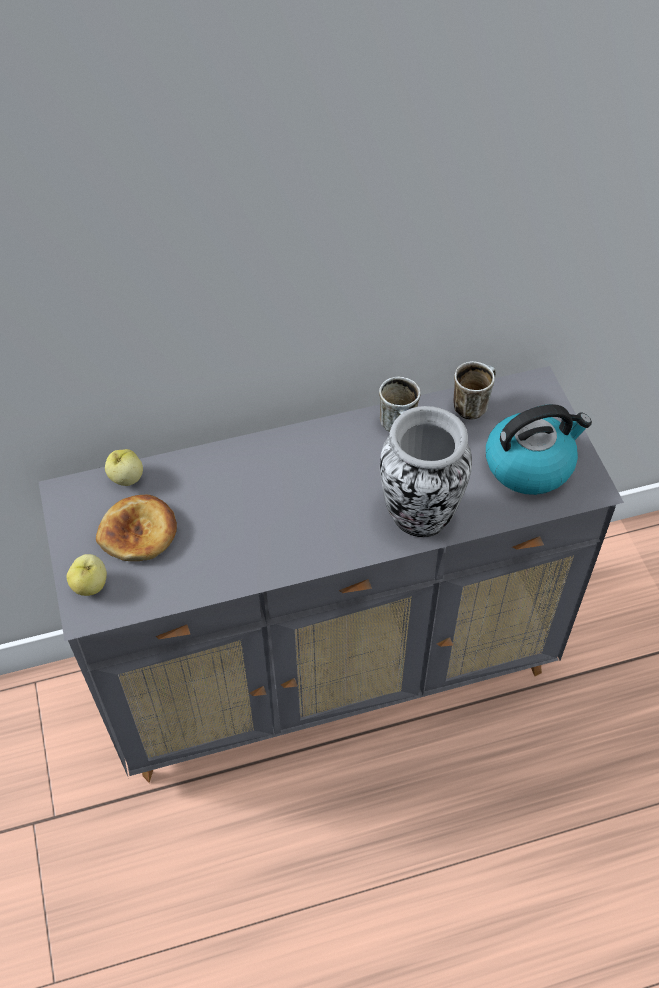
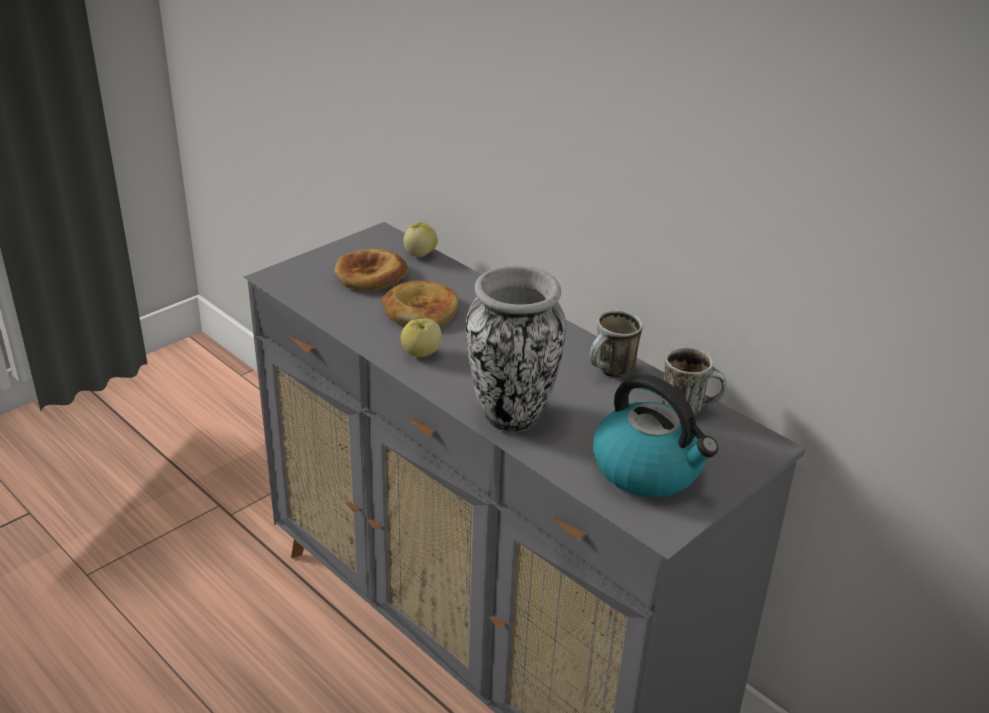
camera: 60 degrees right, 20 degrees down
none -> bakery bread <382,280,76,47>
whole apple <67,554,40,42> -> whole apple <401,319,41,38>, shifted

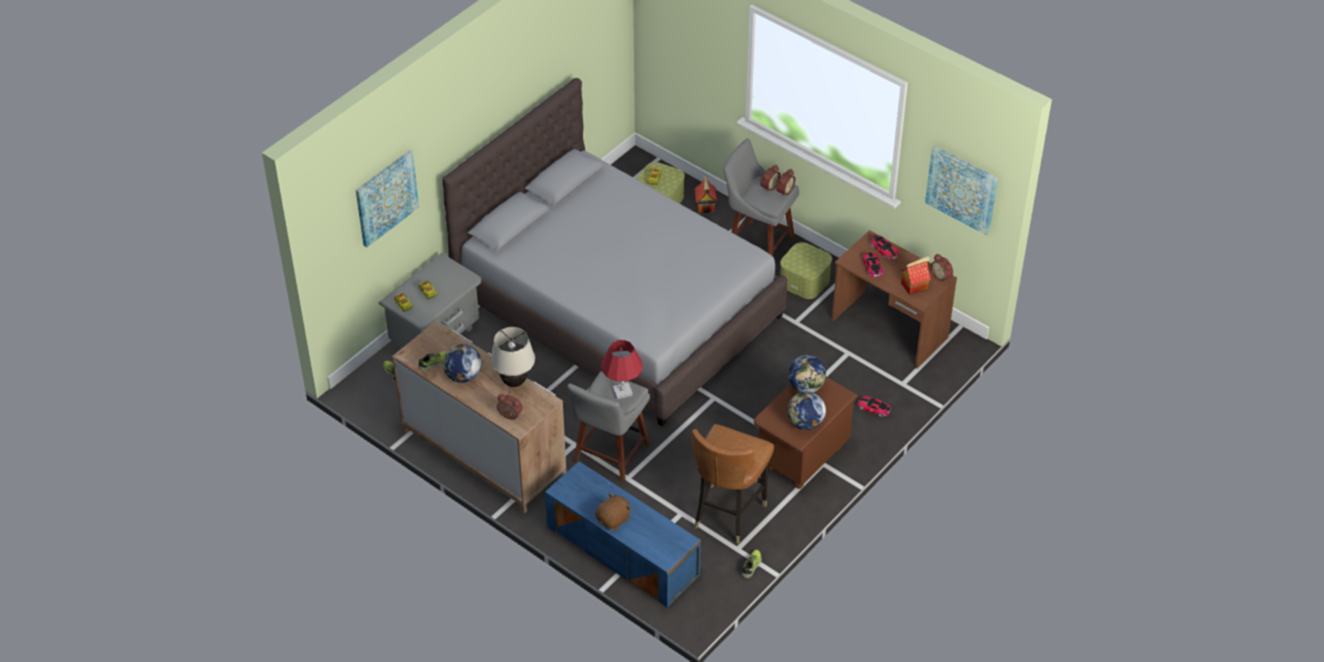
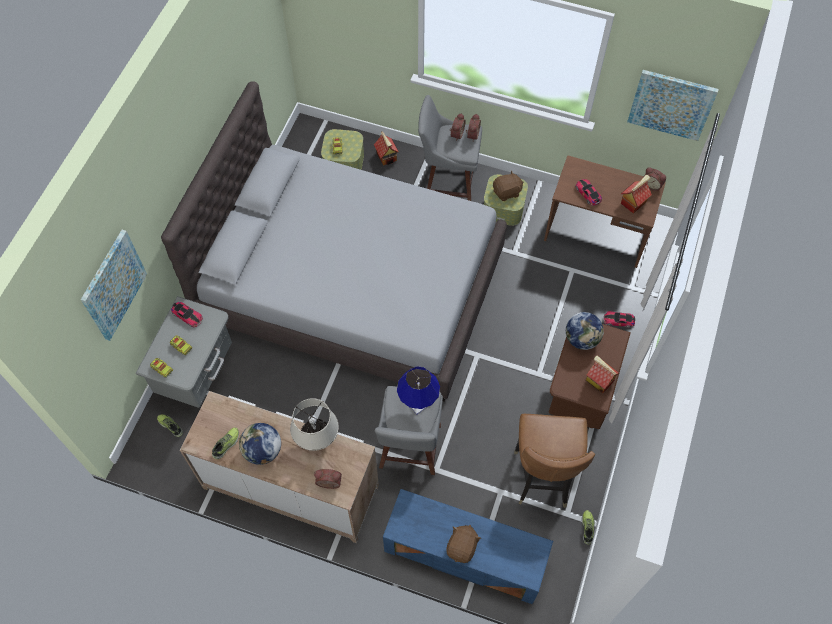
camera: 20 degrees left, 15 degrees up
miniature car <870,235,29,25> -> miniature car <171,302,32,25>, shifted
red-coloured tabletop lamp <601,340,42,59> -> blue tabletop lamp <397,366,43,48>
none -> brownish soft toy <493,170,31,31>
desk globe <787,392,39,38> -> toy house <586,355,33,38>

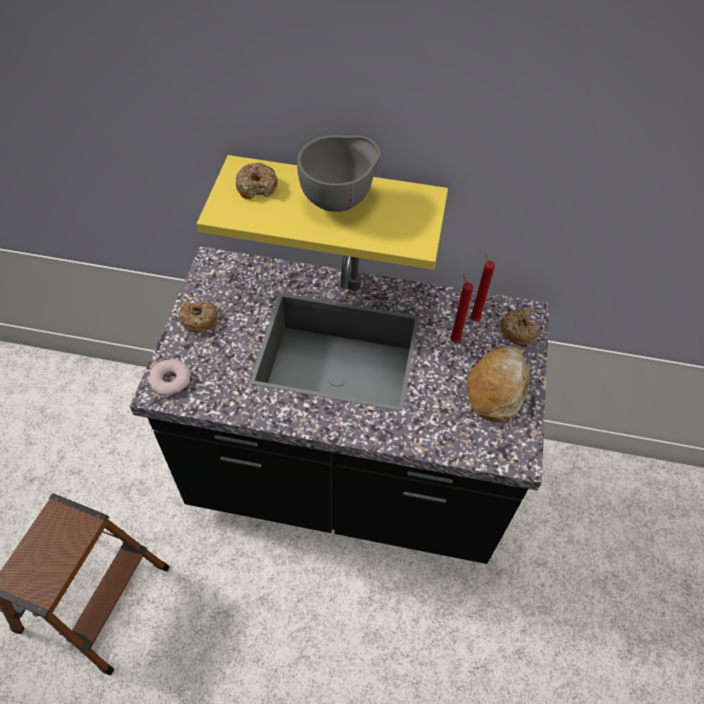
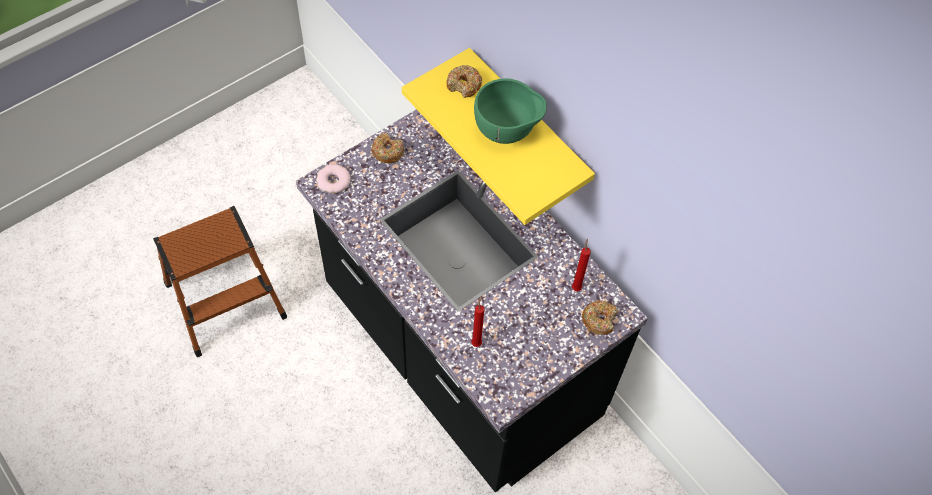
camera: 40 degrees right, 5 degrees up
red-coloured candle <450,273,23,69> -> red-coloured candle <471,296,13,51>, shifted
greyish deep dish <297,135,84,77> -> green deep dish <474,79,73,65>
bakery bread <466,346,64,76> -> none

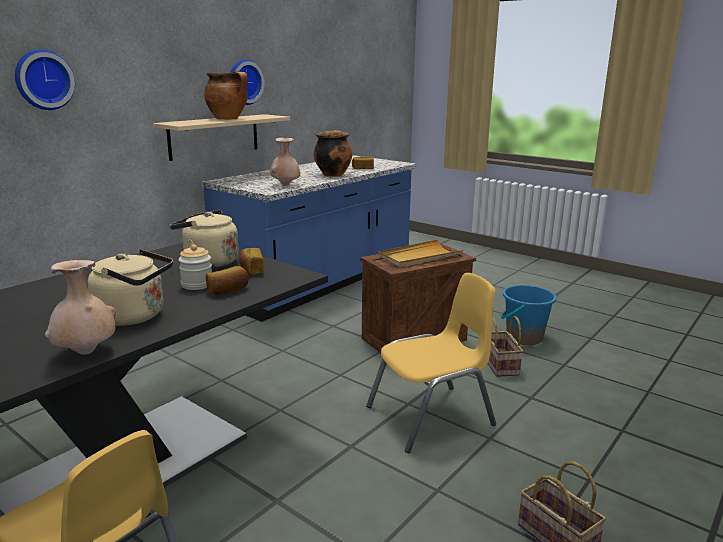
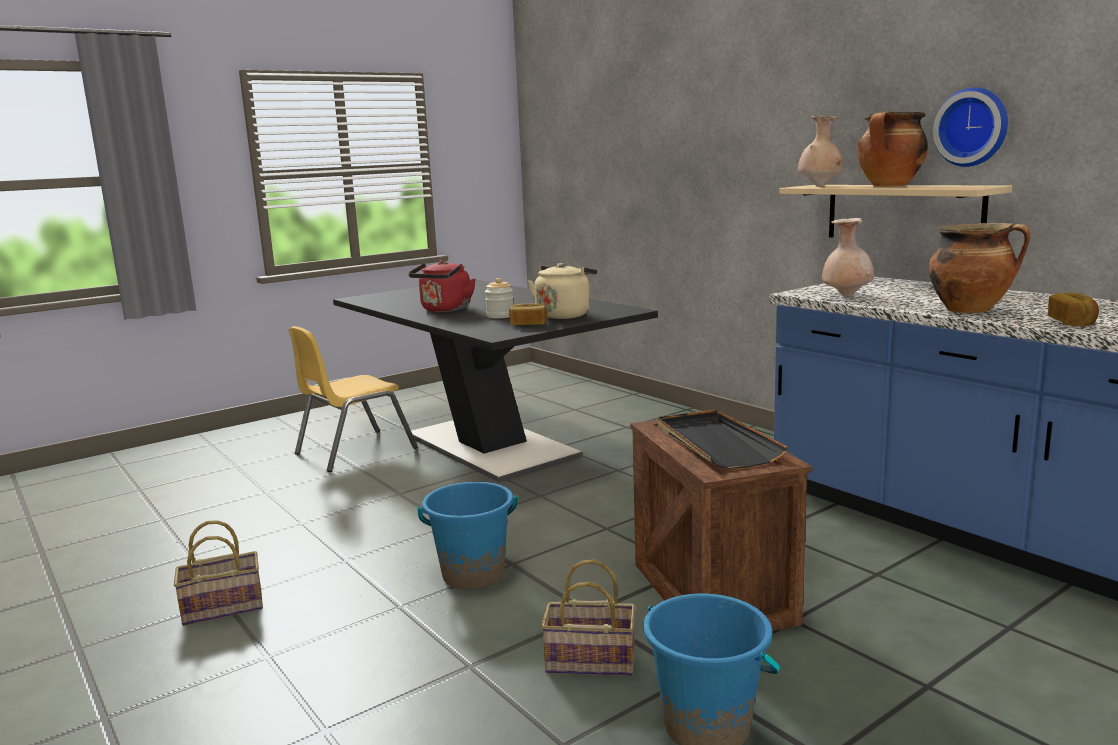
camera: 105 degrees right, 5 degrees down
sand-coloured tea kettle <88,249,85,77> -> red-coloured tea kettle <408,260,68,52>
yellowish plain chair <366,273,130,180> -> blue bucket <417,482,101,107>
sand-coloured tray <379,239,84,29> -> blackish tray <658,410,130,59>
sand-coloured vase <45,260,71,95> -> sand-coloured vase <798,116,46,71>, shifted
hanging clock <15,49,60,61> -> none
bakery bread <206,266,43,29> -> none

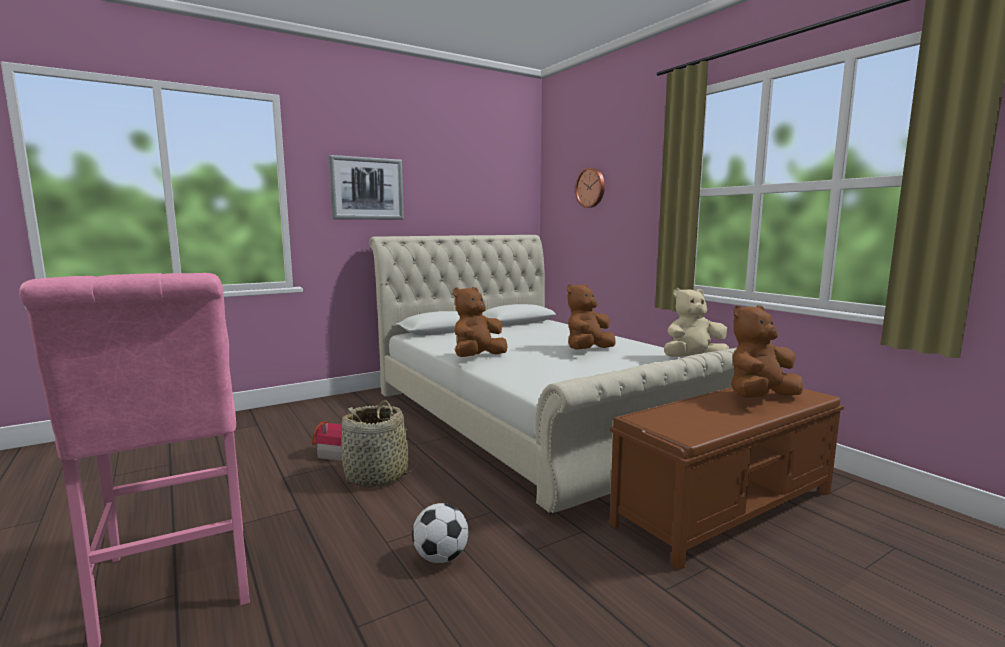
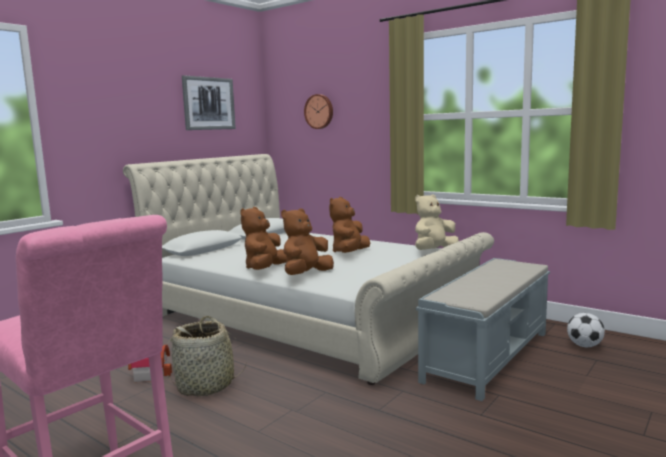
camera: 20 degrees left, 0 degrees up
wall art <328,155,76,65> -> wall art <182,75,54,55>, shifted
brownish soft toy <731,305,72,93> -> brownish soft toy <281,208,53,67>, shifted
brownish long seat <609,387,235,183> -> greyish long seat <416,258,134,143>
football ball <412,503,56,60> -> football ball <567,313,38,34>, shifted

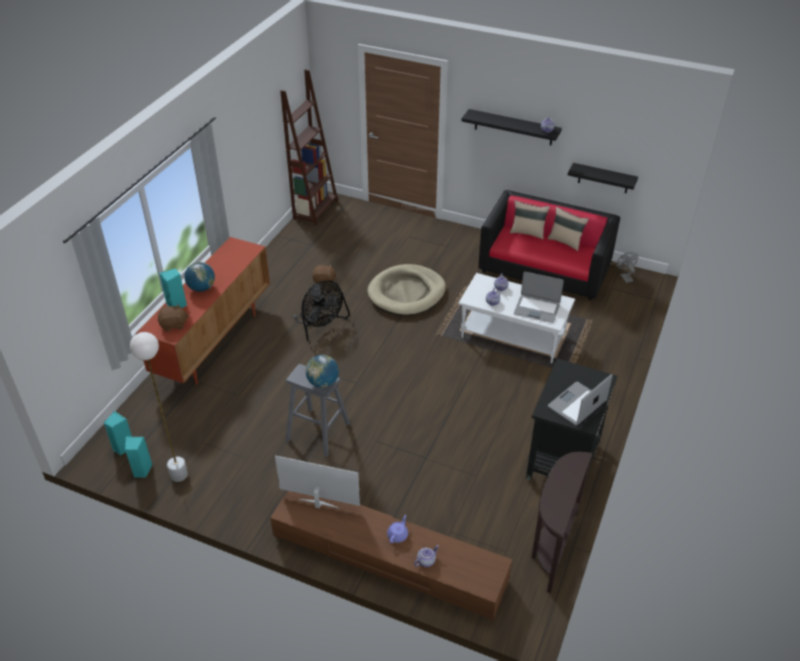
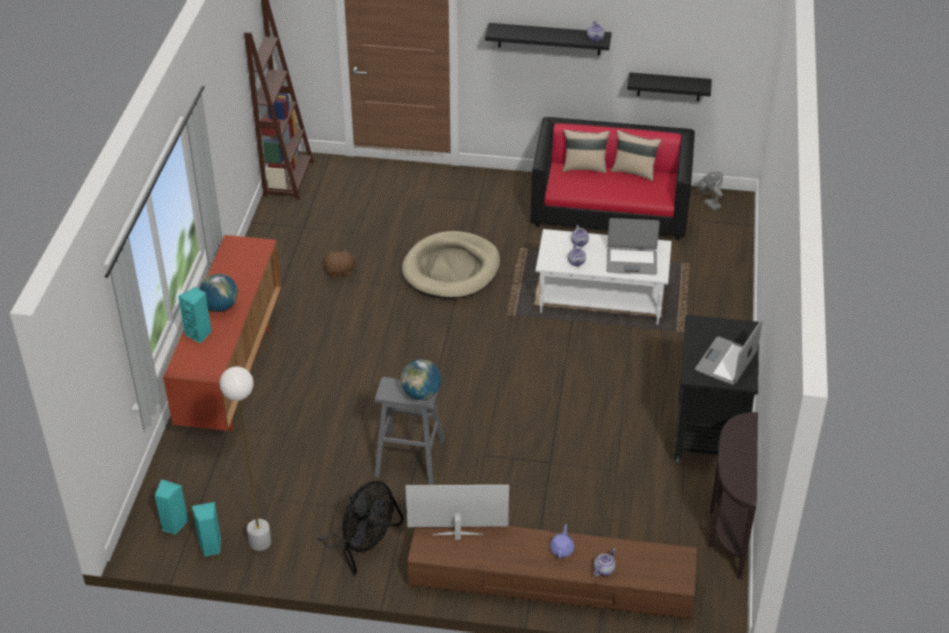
camera: 15 degrees left, 0 degrees up
blackish electric fan <293,280,57,61> -> blackish electric fan <318,481,86,95>, shifted
brownish soft toy <158,304,31,28> -> none

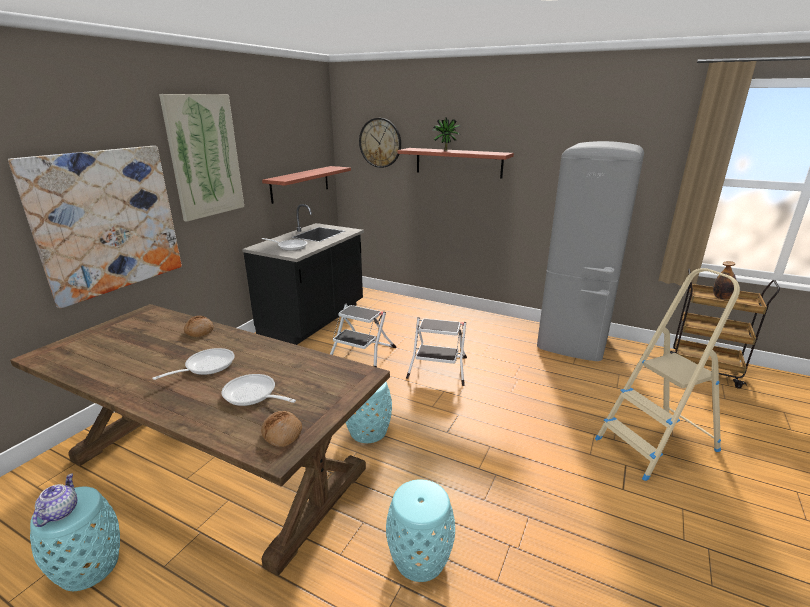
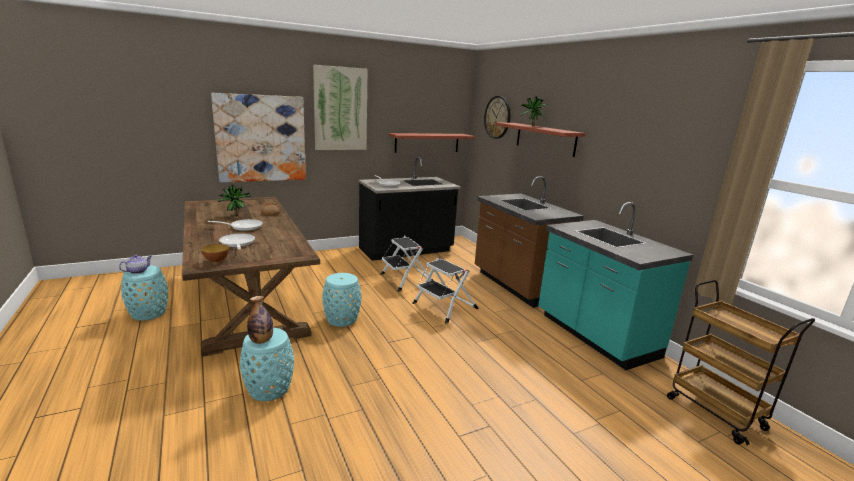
camera: 35 degrees right, 5 degrees down
bakery bread <261,411,41,36> -> deep dish <201,244,28,19>
none -> houseplant <218,185,33,32>
beverage bottle <713,261,24,38> -> beverage bottle <247,296,26,48>, shifted
none -> brownish counter <475,176,109,132>
greyish fridge <537,141,107,220> -> blue-green counter <538,202,155,168>
sand-coloured stepladder <595,268,145,213> -> none

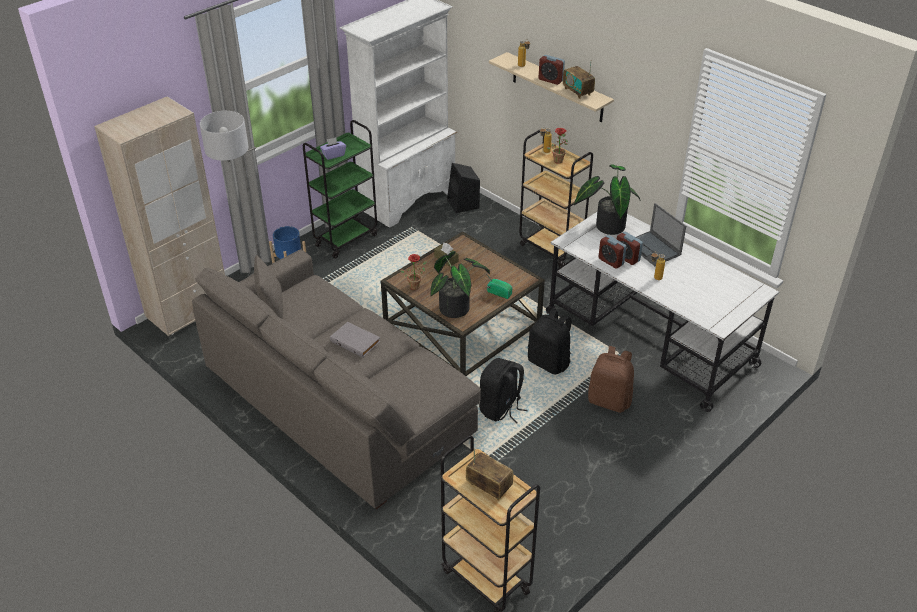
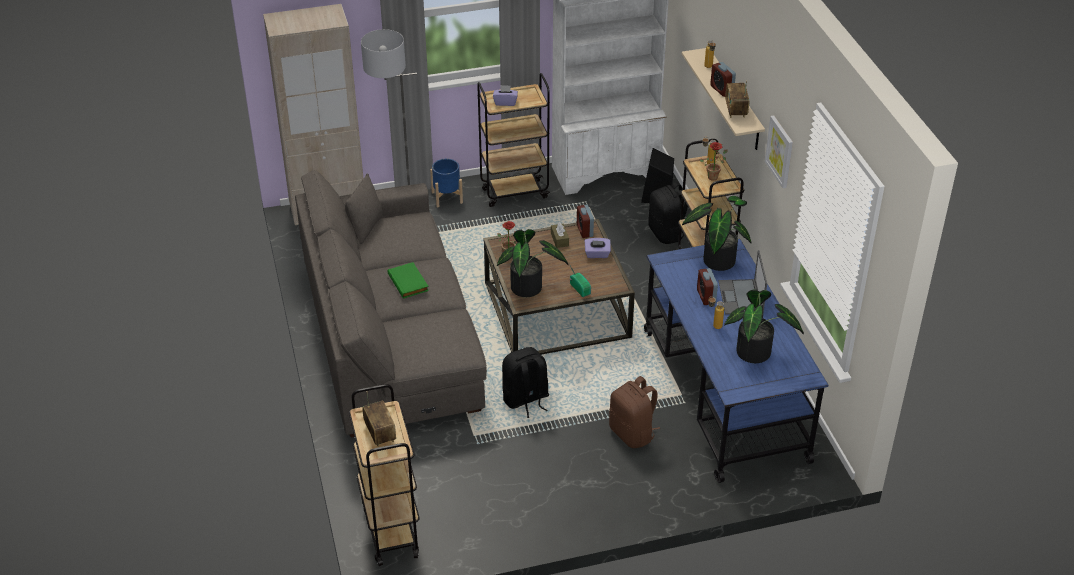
camera: 30 degrees right, 0 degrees up
greyish bound book <330,322,50,35> -> green bound book <388,262,41,37>
green wheeled cart <303,120,75,139> -> brownish wheeled cart <477,73,74,134>
bedside clock <598,235,29,34> -> bedside clock <577,205,17,33>, shifted
none -> purple tissue holder <585,238,26,20>
white-coloured desk <546,211,233,201> -> blue desk <644,239,184,244>
blackish knapsack <528,309,43,65> -> blackish knapsack <648,182,40,62>, shifted
none -> houseplant <724,289,80,74>
none -> wall art <765,115,28,73>

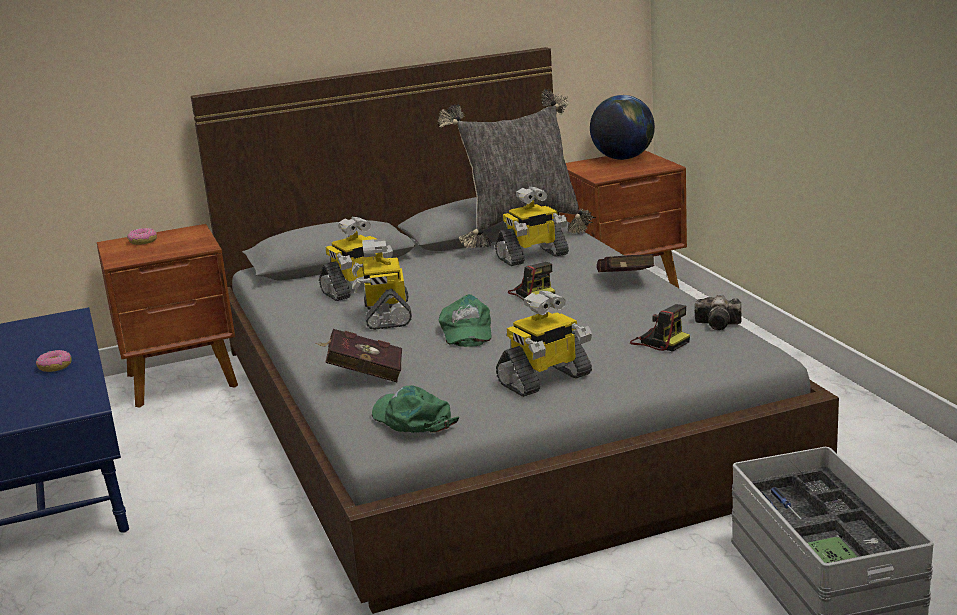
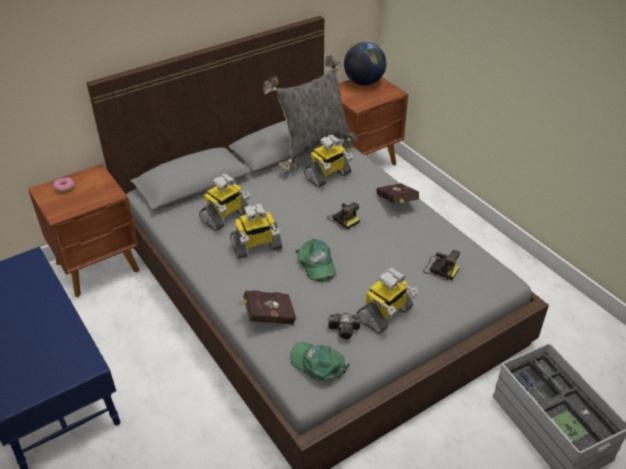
camera: 15 degrees left, 20 degrees up
robot figure <352,239,60,91> -> robot figure <230,204,52,55>, 90 degrees counterclockwise
still camera <695,295,46,35> -> still camera <328,313,32,26>, shifted
doughnut <36,350,36,22> -> none

